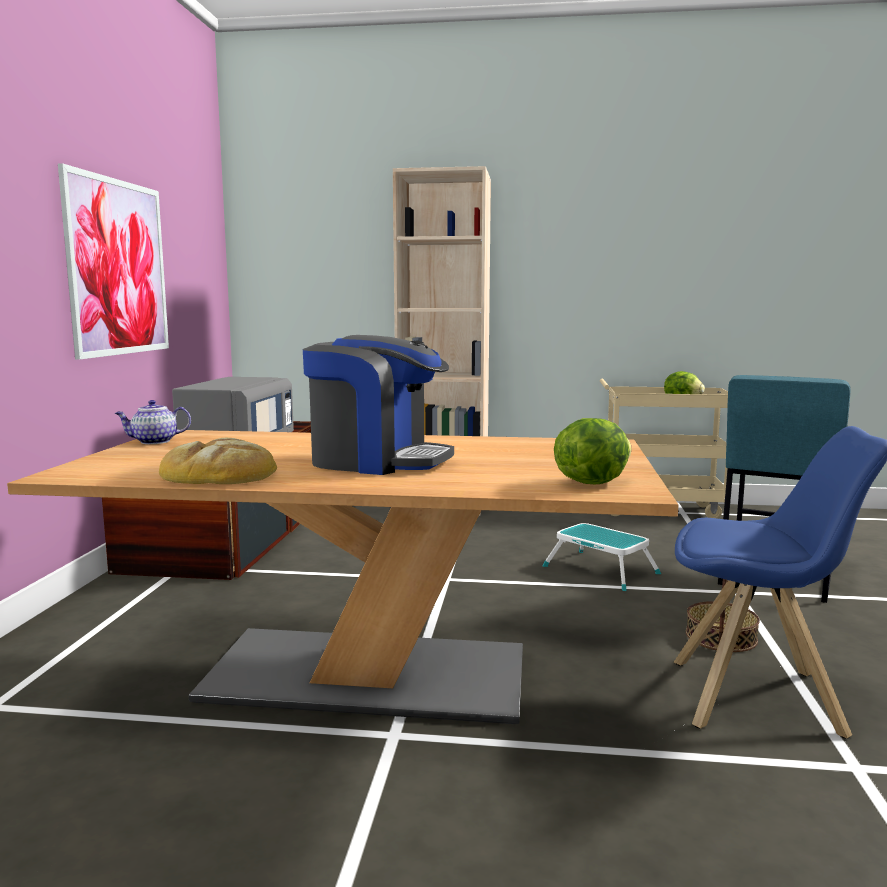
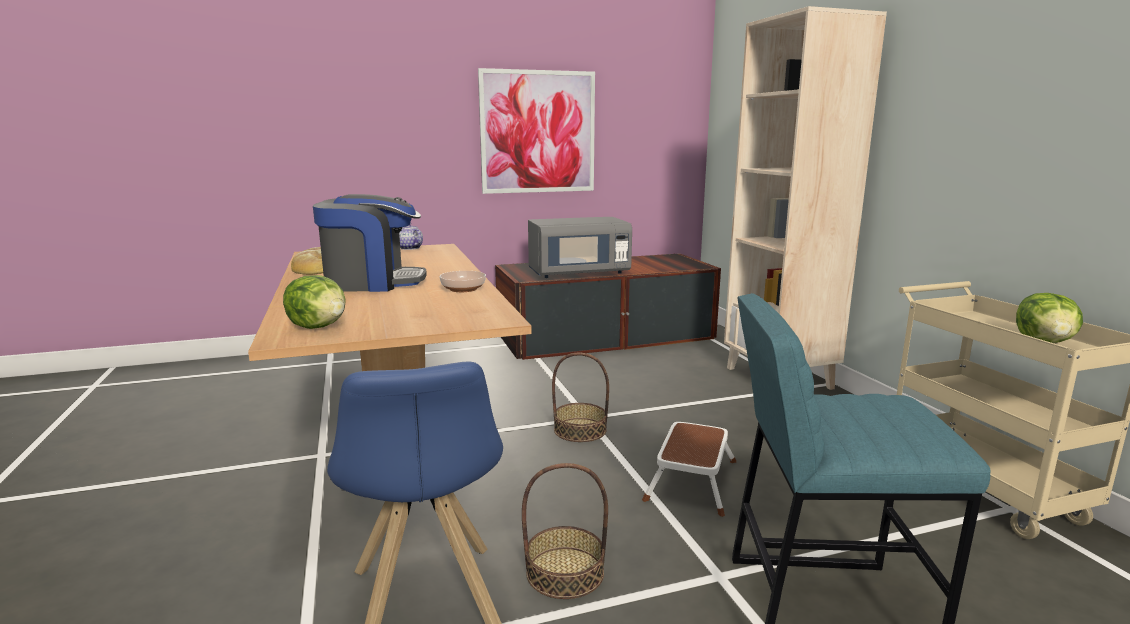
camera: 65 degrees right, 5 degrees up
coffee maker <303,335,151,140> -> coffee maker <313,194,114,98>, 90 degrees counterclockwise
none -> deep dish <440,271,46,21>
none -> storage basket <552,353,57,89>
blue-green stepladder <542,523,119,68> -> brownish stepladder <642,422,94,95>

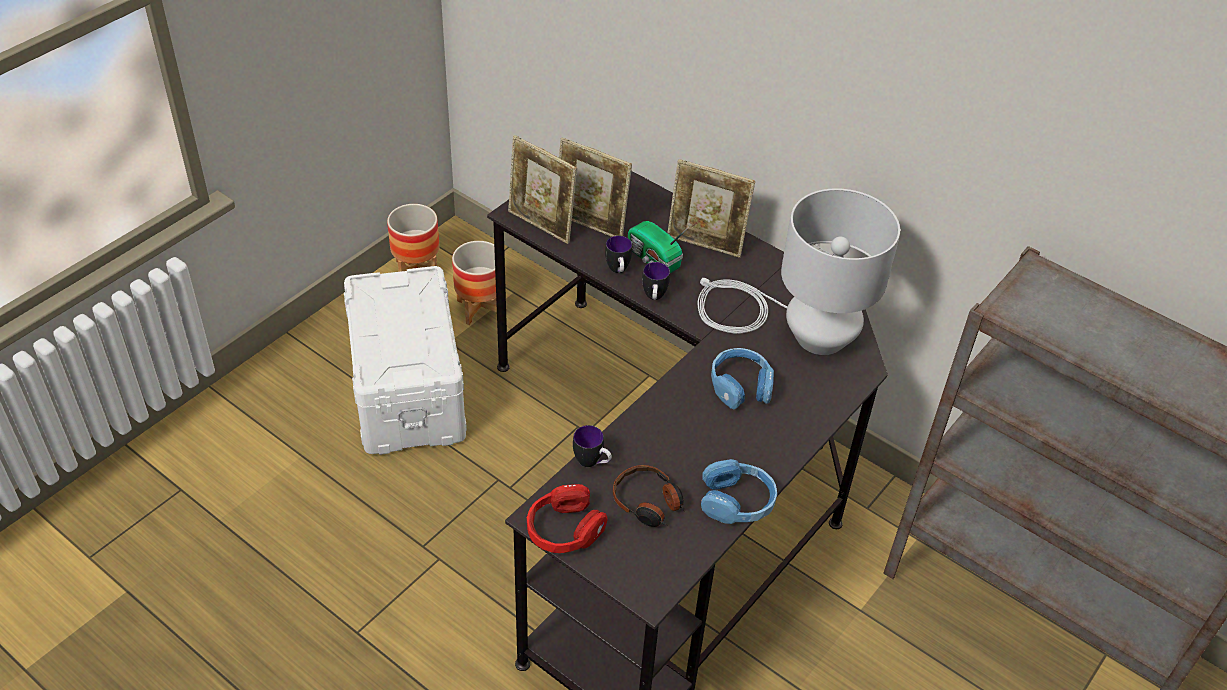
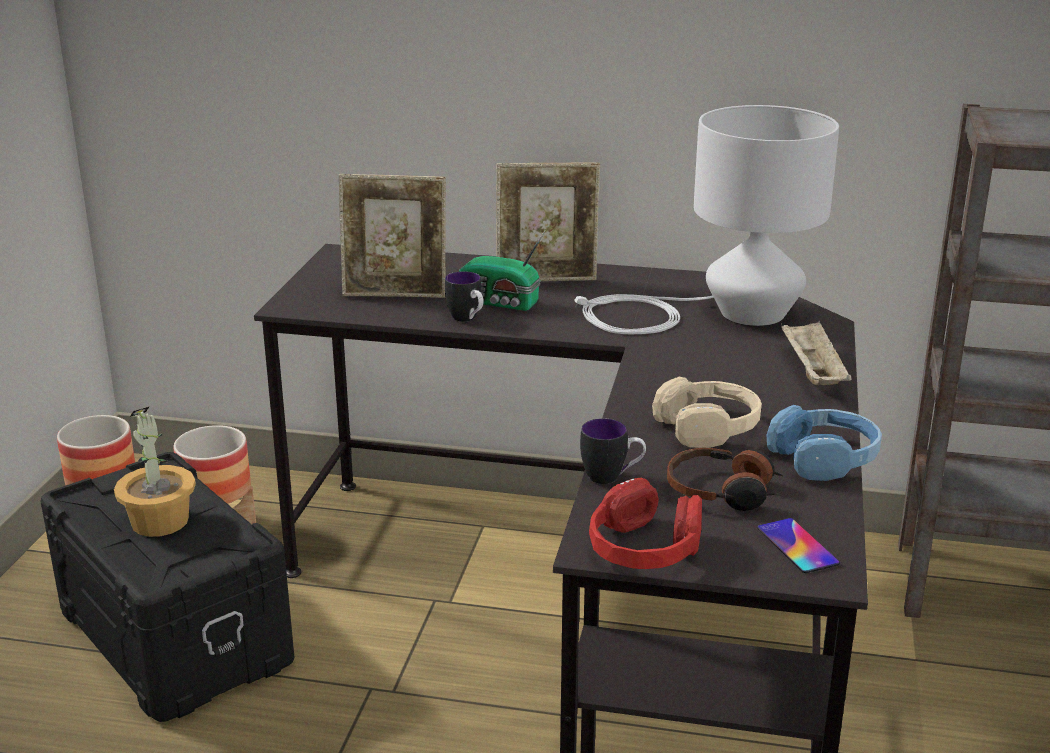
camera: 25 degrees left, 20 degrees down
white-coloured storage bin <344,266,123,189> -> blackish storage bin <40,452,254,270>
none -> houseplant <114,407,82,130>
none -> sand-coloured pair of headphones <652,377,110,71>
none -> telephone <757,518,83,55>
none -> sand-coloured tray <781,321,70,64>
photo frame <508,135,69,109> -> none
coffee mug <642,262,28,38> -> none
blue pair of headphones <711,348,63,61> -> none

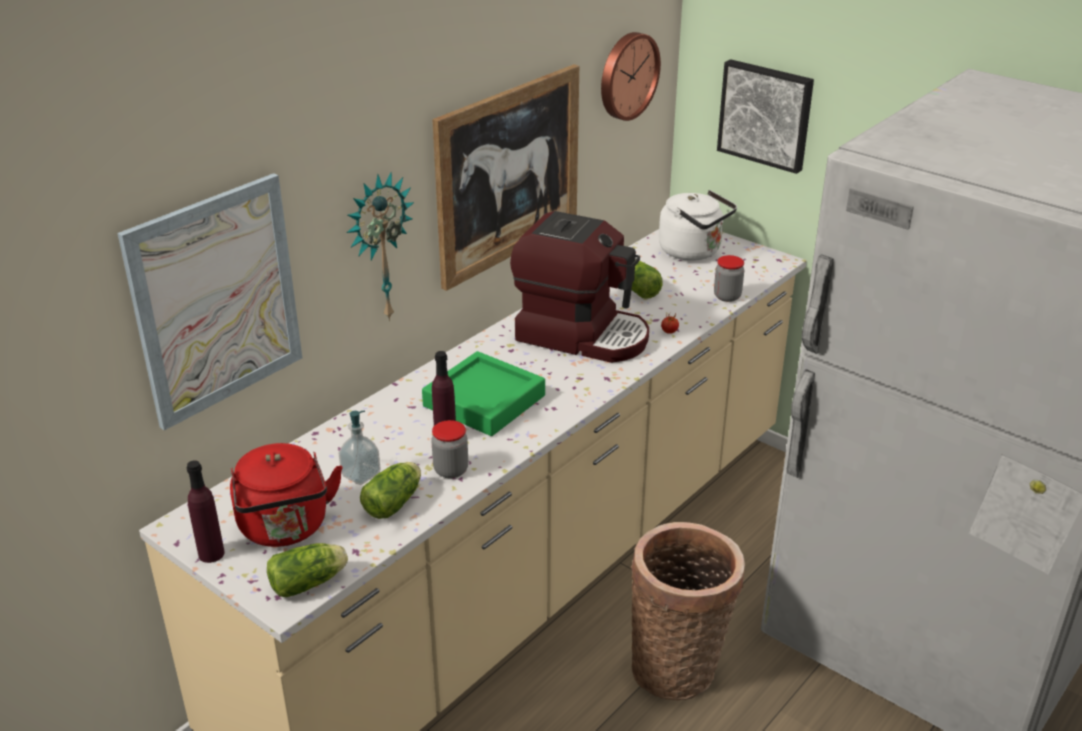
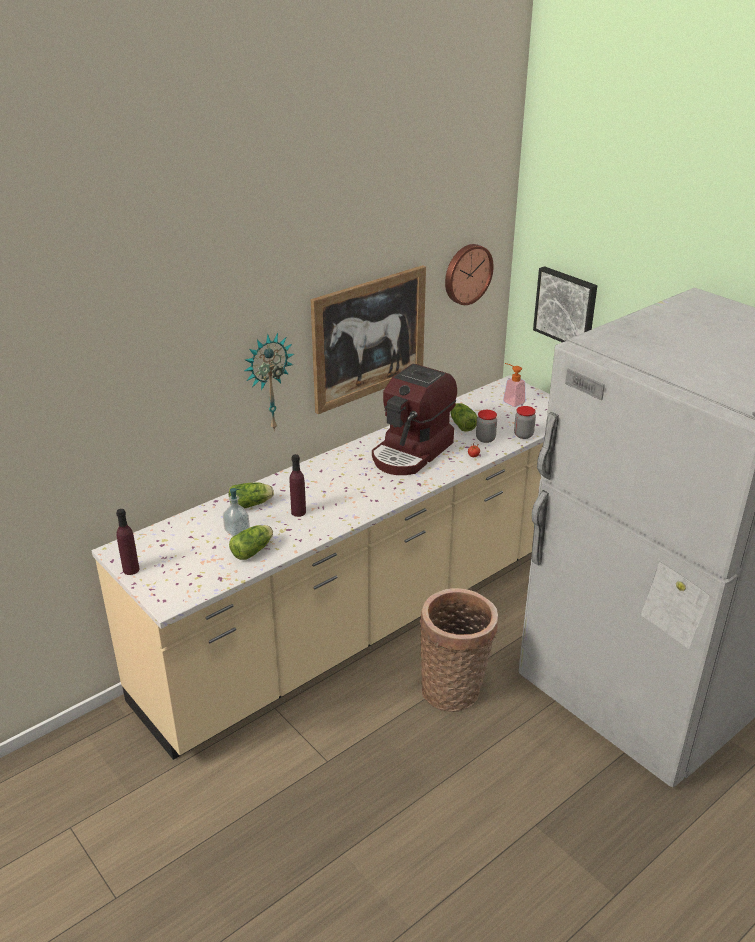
camera: 10 degrees right, 0 degrees up
lettuce head <267,543,81,54> -> lettuce head <229,482,45,27>, shifted
coffee maker <510,211,139,152> -> coffee maker <372,364,85,111>, 90 degrees clockwise
storage jar <431,420,37,58> -> storage jar <476,410,21,33>, shifted
white-coloured tea kettle <659,190,78,71> -> soap bottle <503,363,22,44>
wall art <117,173,185,257> -> none
red-coloured tea kettle <230,443,113,104> -> none
green tray <422,351,123,85> -> none

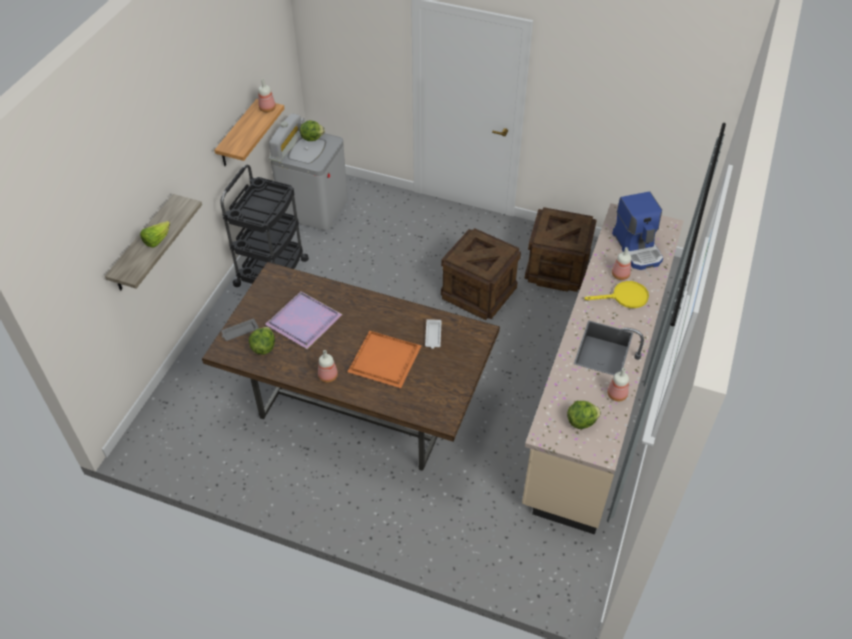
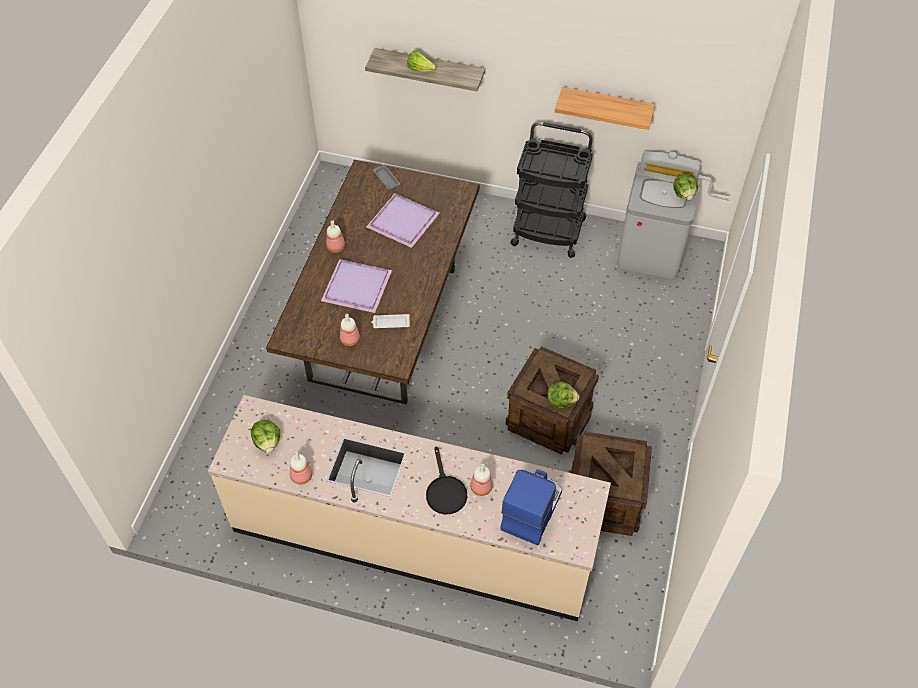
camera: 85 degrees right, 5 degrees up
orange tray <347,331,74,57> -> purple tray <321,259,71,54>
beverage bottle <258,79,18,34> -> beverage bottle <340,314,20,32>, shifted
yellowish frying pan <584,281,65,27> -> blackish frying pan <426,446,41,69>
coffee maker <612,192,51,78> -> coffee maker <500,469,62,76>, 135 degrees clockwise
lettuce head <249,327,26,28> -> lettuce head <547,381,33,27>, shifted

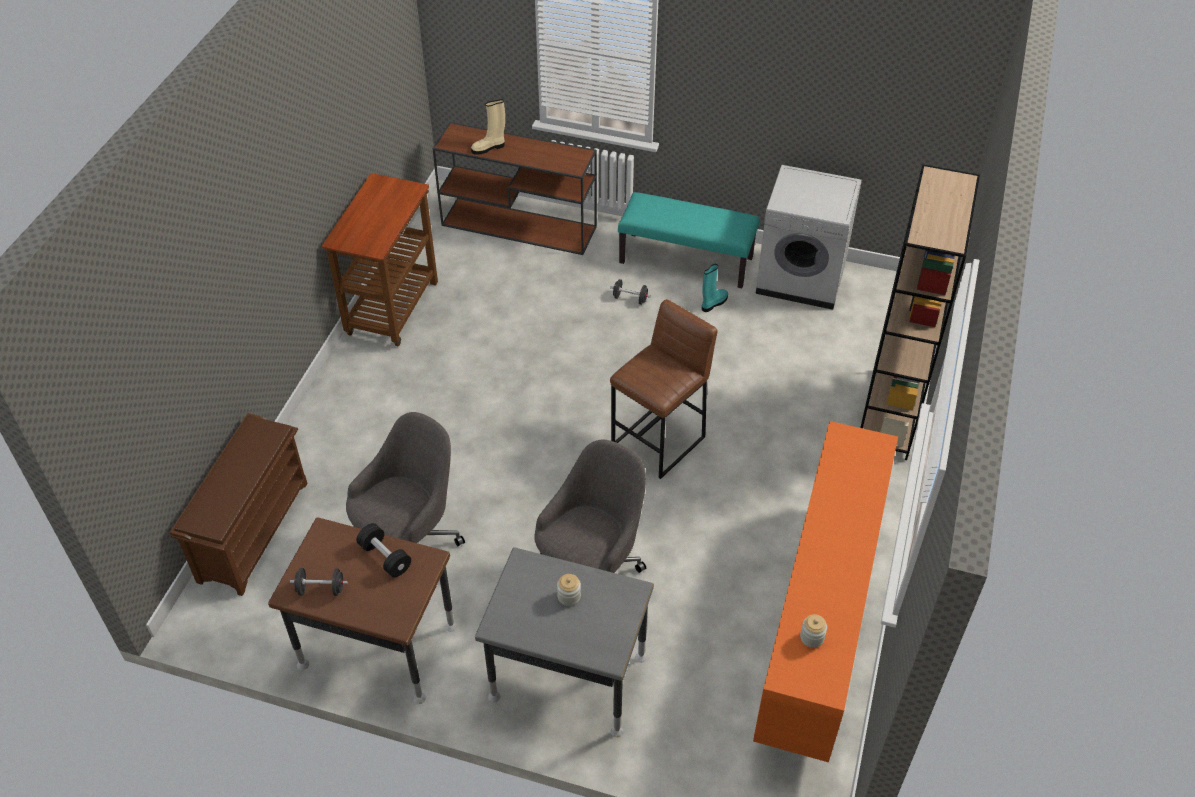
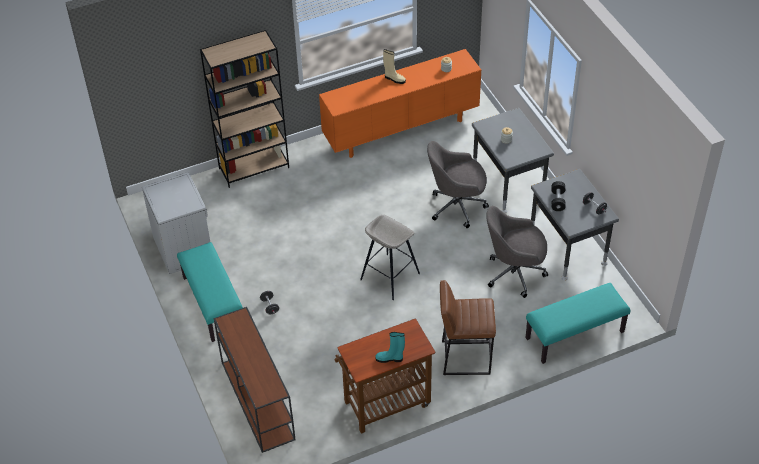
camera: 130 degrees left, 0 degrees up
none -> greyish stool seat <360,215,60,85>
blue-green boot <702,264,26,48> -> blue-green boot <375,332,30,31>, shifted
sand-coloured boot <471,99,34,56> -> sand-coloured boot <383,49,23,35>, shifted
brownish stool seat <610,299,108,180> -> brownish stool seat <440,280,56,95>, shifted
brownish shoe rack <170,413,137,183> -> blue-green long seat <526,283,104,81>
brownish desk <268,517,189,187> -> greyish desk <531,169,88,112>

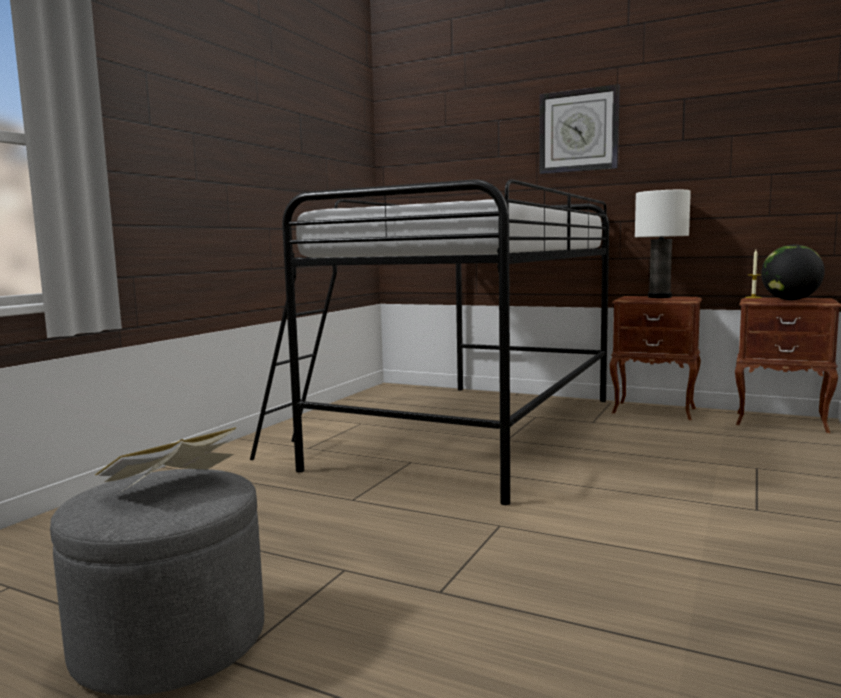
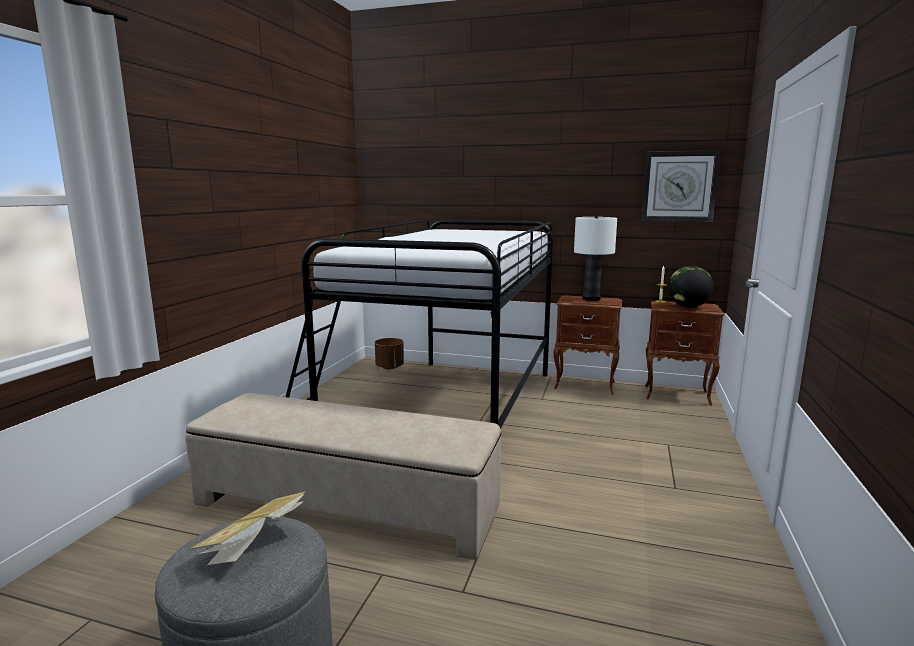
camera: 10 degrees left, 5 degrees up
none -> sand-coloured long seat <185,393,316,167>
none -> brownish plant pot <375,338,29,31>
hanging clock <539,84,81,90> -> hanging clock <641,150,80,72>, shifted

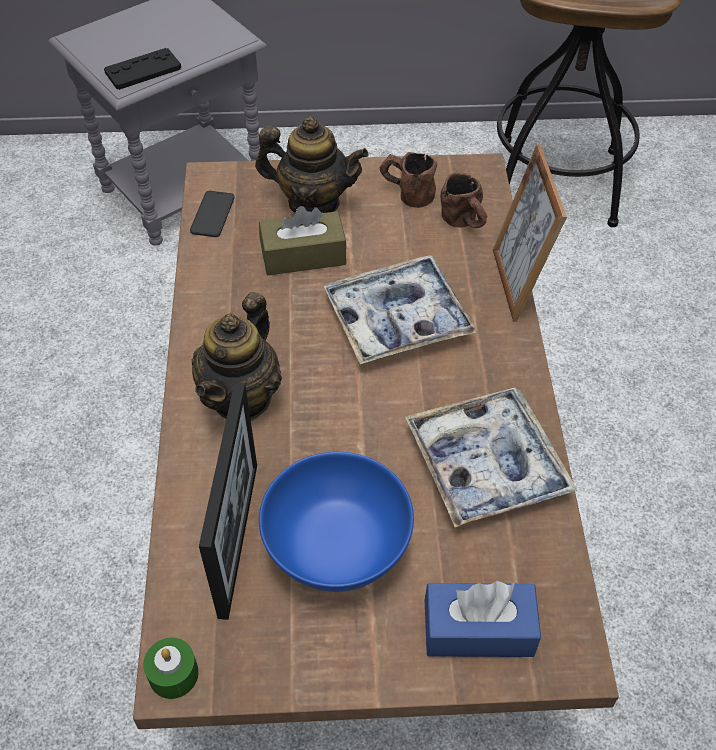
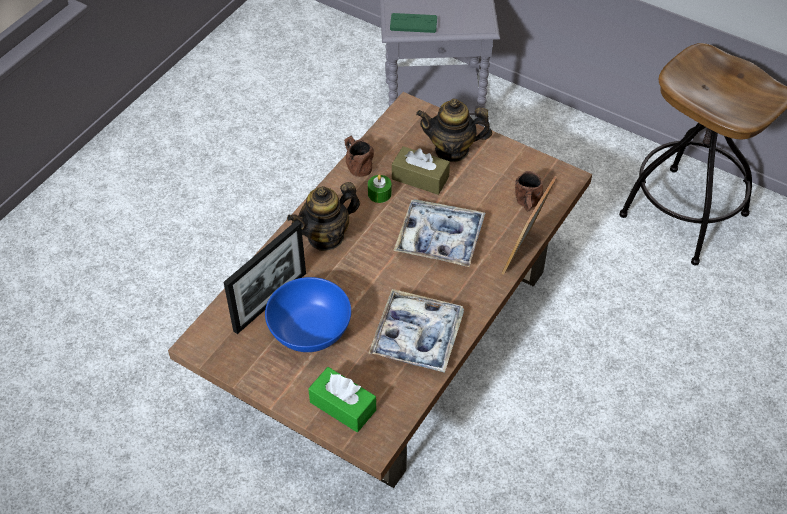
camera: 35 degrees right, 0 degrees up
blue tissue holder <425,581,116,76> -> green tissue holder <308,367,68,65>
brownish coffee mug <380,152,57,56> -> brownish coffee mug <344,136,30,41>, shifted
green candle <143,638,56,61> -> green candle <368,174,23,29>, shifted
blackish joypad <104,48,77,42> -> green joypad <390,13,47,20>
tea pot <255,116,114,97> -> tea pot <416,98,76,64>, 135 degrees clockwise
telephone <190,191,45,46> -> none

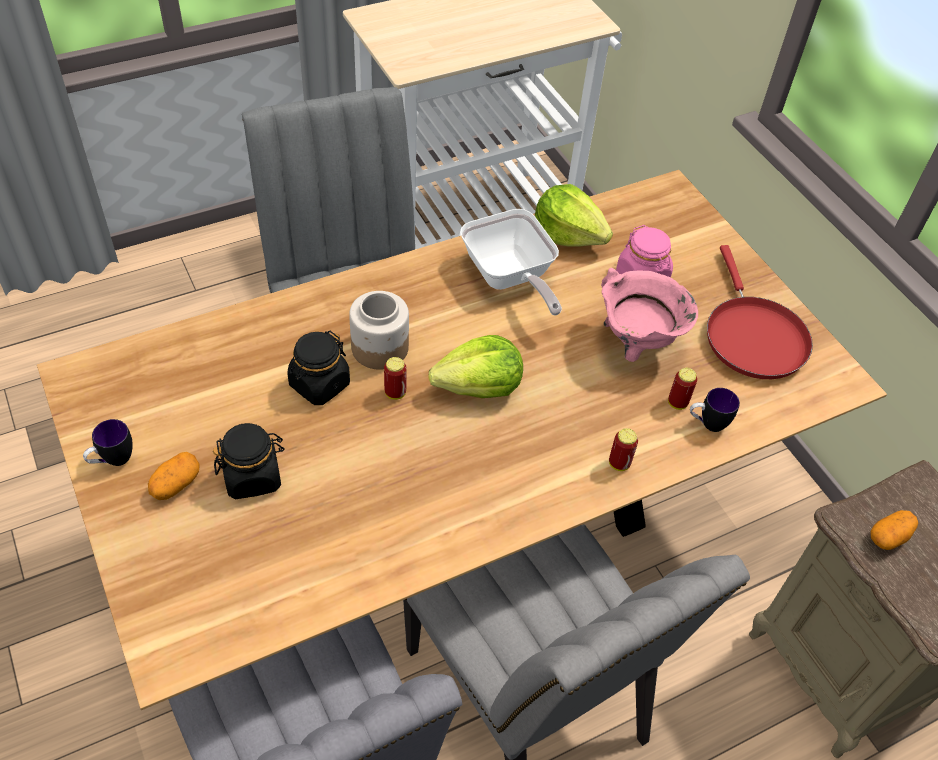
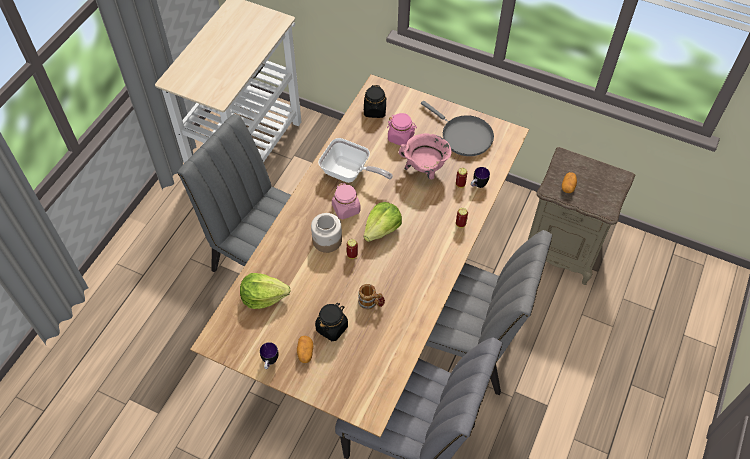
camera: 35 degrees left, 5 degrees up
lettuce head <535,184,78,63> -> lettuce head <240,273,50,36>, shifted
none -> pinkish storage jar <332,183,29,36>
none -> coffee mug <358,284,27,26>
blackish storage jar <288,331,62,74> -> blackish storage jar <364,85,22,33>, shifted
red-coloured frying pan <707,245,106,134> -> greyish frying pan <421,101,73,55>

